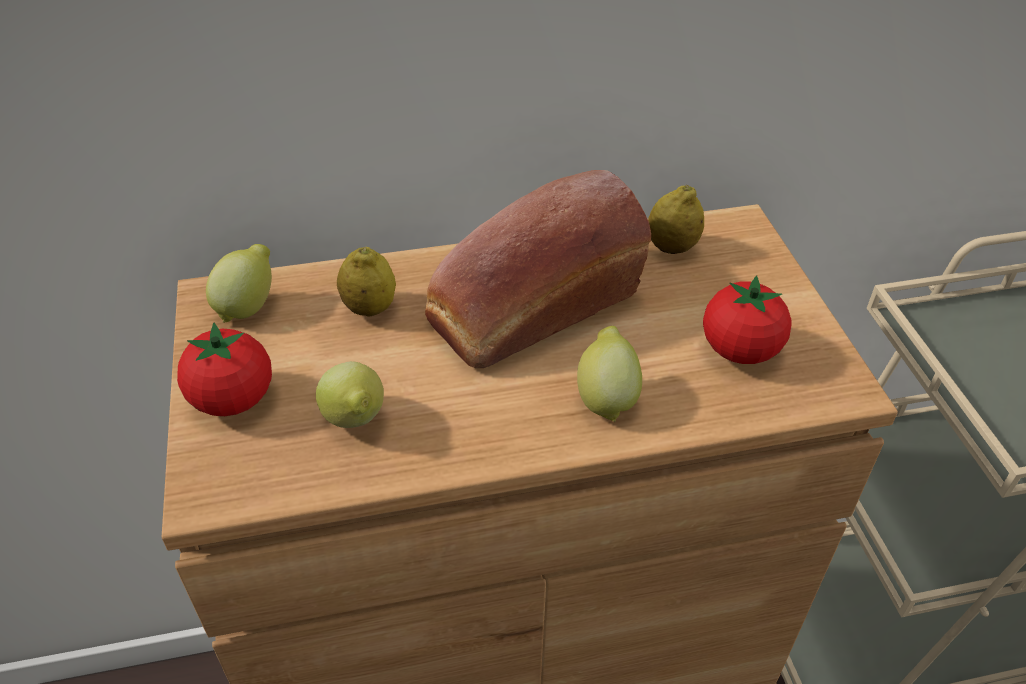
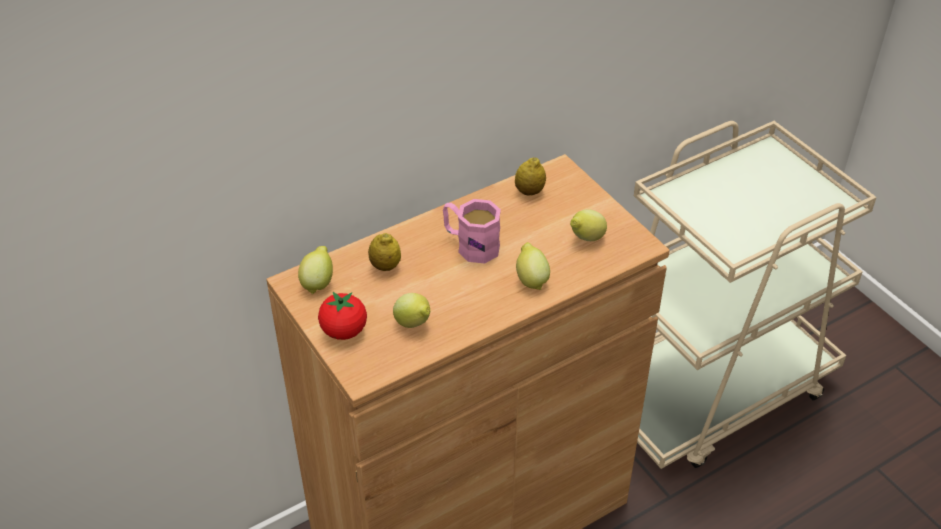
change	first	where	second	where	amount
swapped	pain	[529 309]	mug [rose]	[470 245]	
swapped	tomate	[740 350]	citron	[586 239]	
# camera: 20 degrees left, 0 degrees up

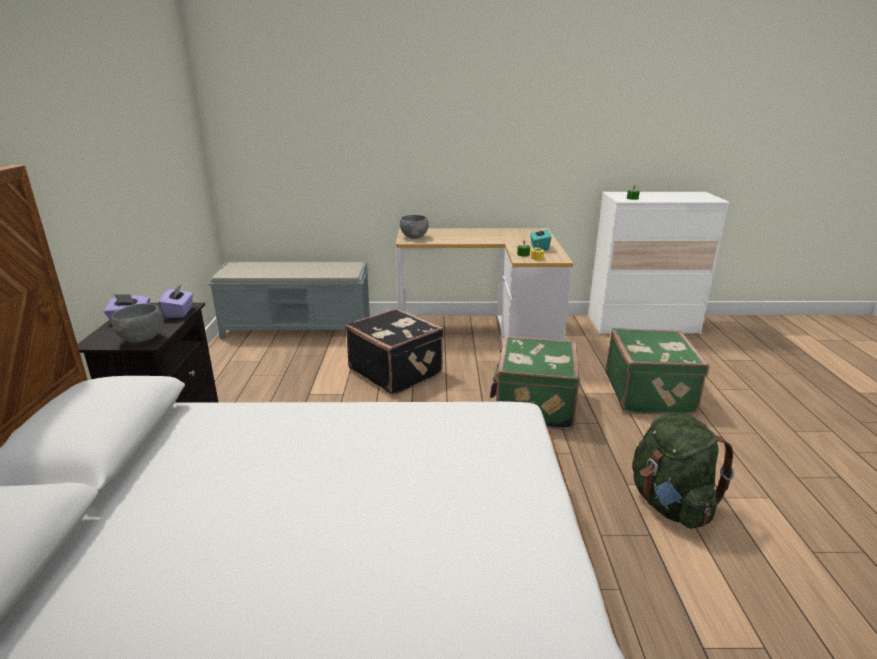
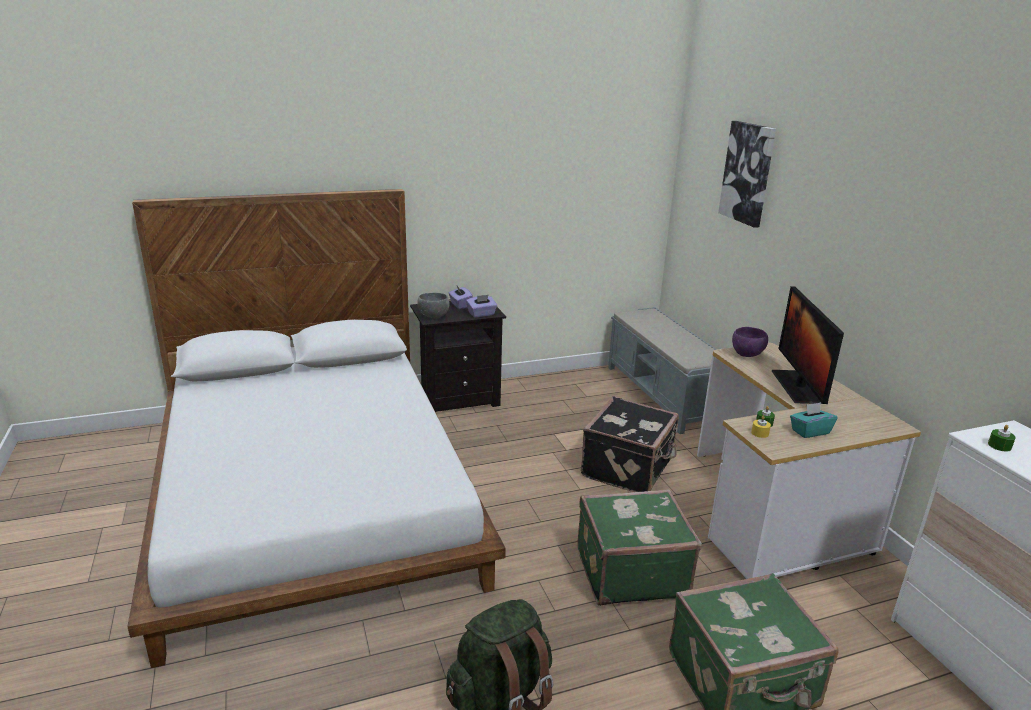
change	first	where	second	where	amount
new			tableau	[748 173]	
new			écran d'ordinateur	[798 386]	
repainted	bol [gris]	[414 237]	bol [violet]	[747 355]	
# camera: 70 degrees right, 0 degrees up

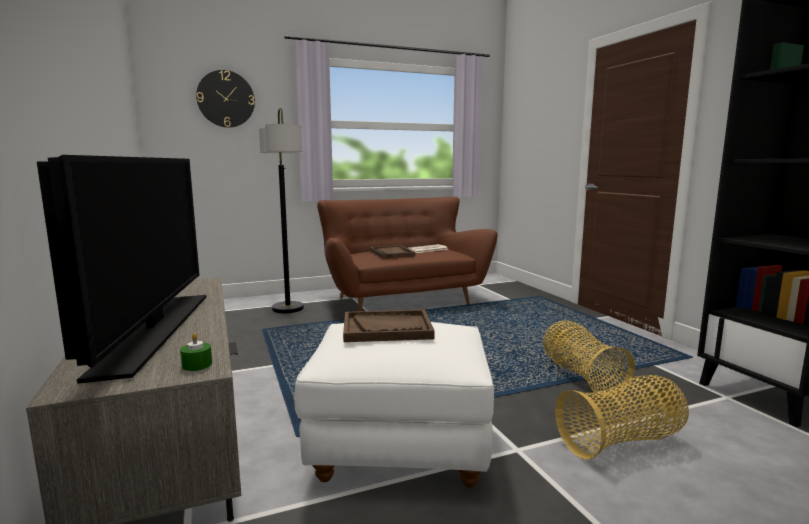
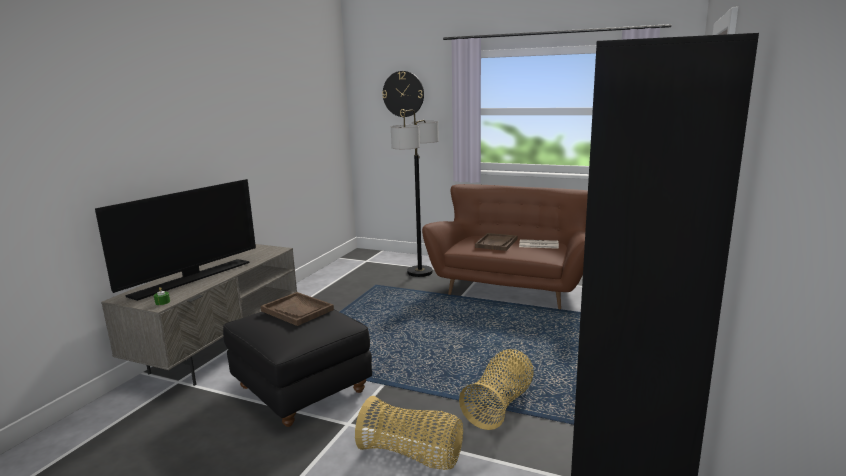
change	first	where	second	where	amount
repainted	pouf [blanc]	[399 447]	pouf [noir]	[301 389]	
# camera: 45 degrees right, 5 degrees up

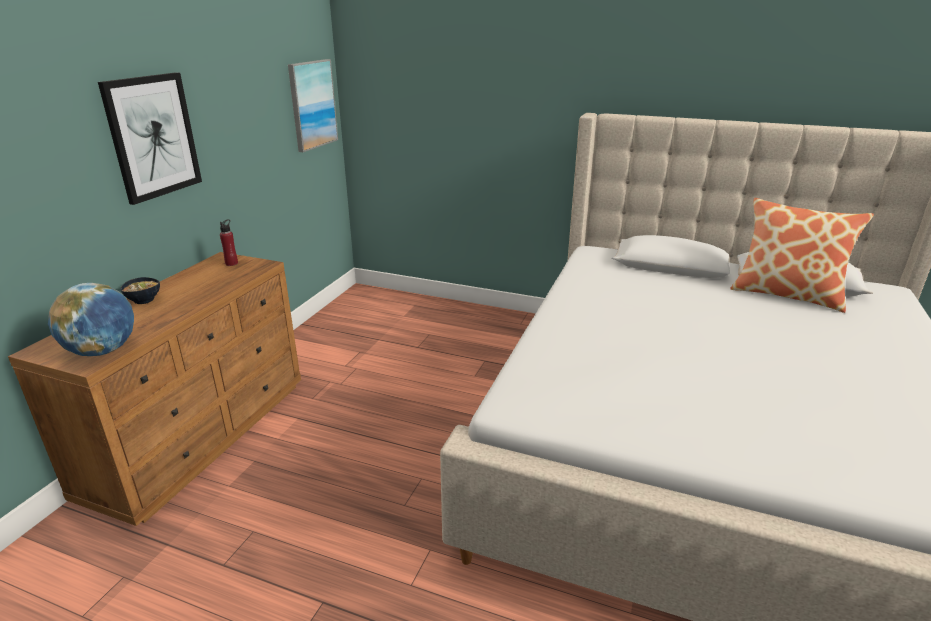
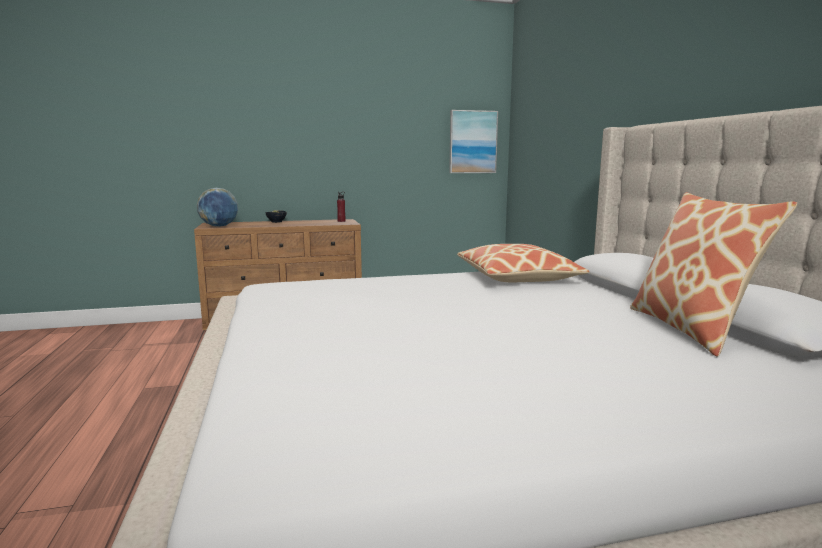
change	first	where	second	where	amount
gone	tableau	[153 136]			
new			coussin	[517 277]	
# camera: 55 degrees right, 15 degrees down

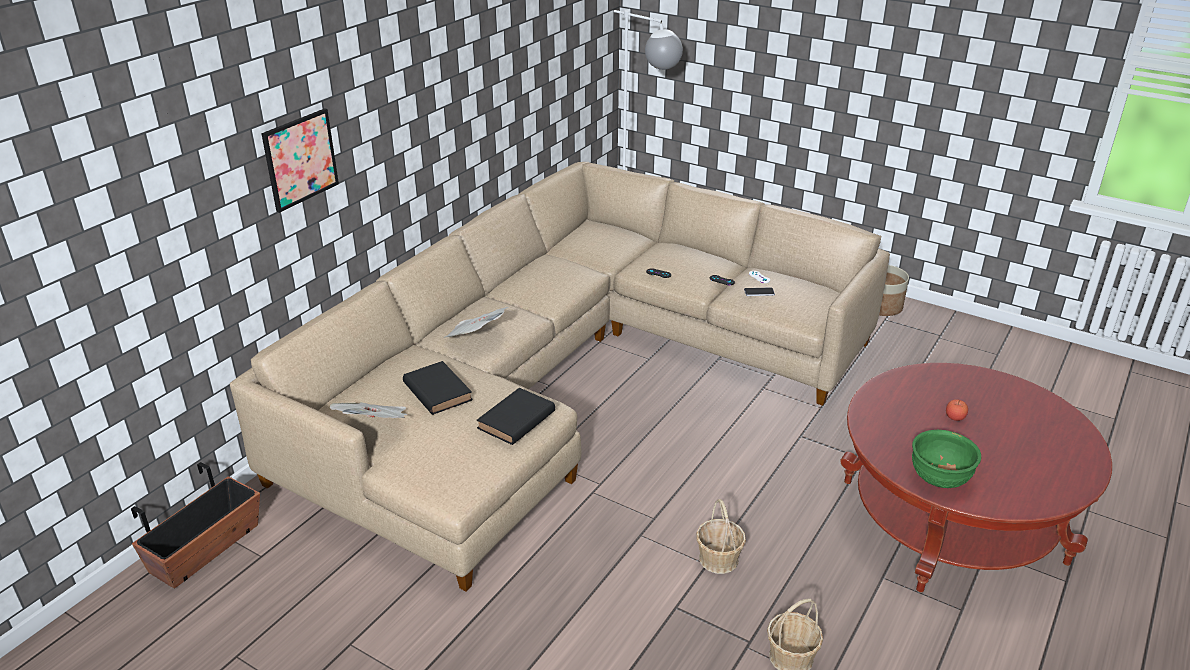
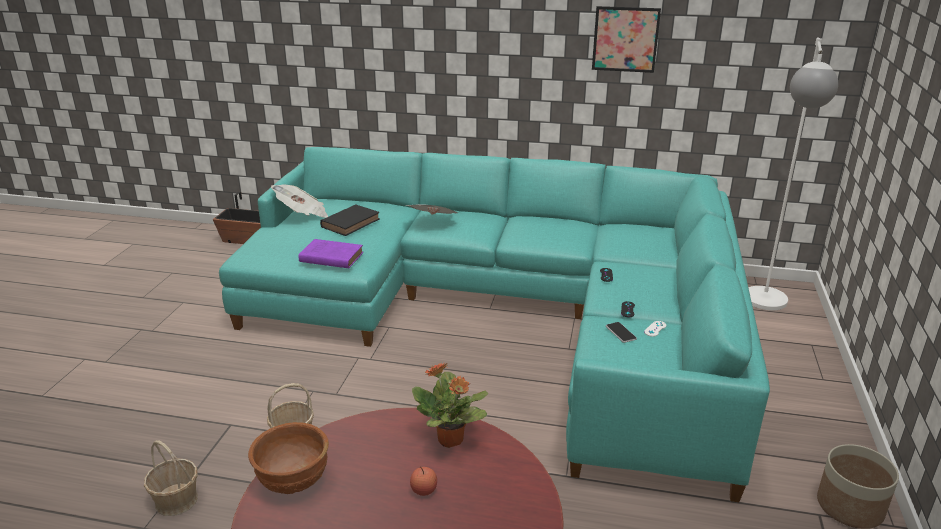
change	first	where	second	where	amount
new			plante en pot	[451 440]	
shifted	tableau	[300 159]		[625 39]	
repainted	canapé [beige]	[566 377]	canapé [turquoise]	[506 314]	
repainted	livre [noir]	[515 421]	livre [violet]	[330 257]	
repainted	bol [vert]	[938 480]	bol [marron]	[293 481]	
# camera: 70 degrees right, 5 degrees down

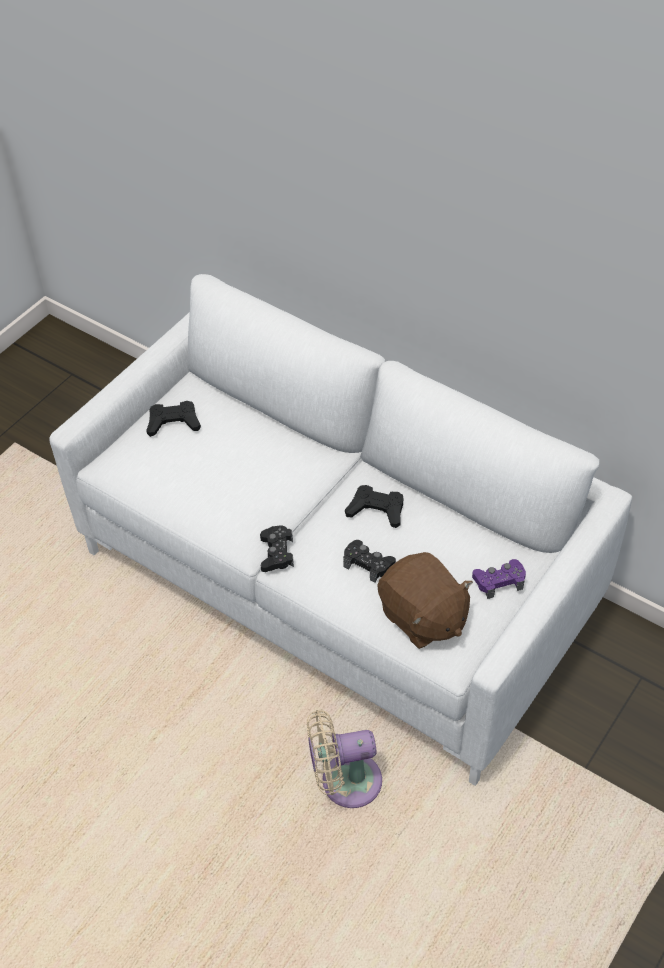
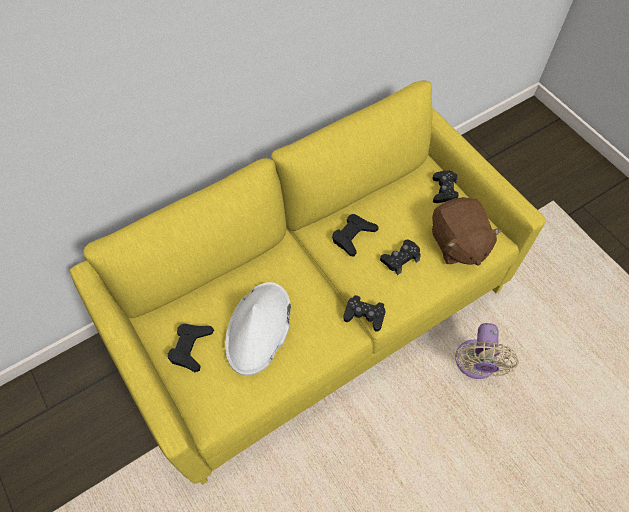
change	first	where	second	where	amount
new			chapeau [blanc]	[258 329]	
repainted	canapé [blanc]	[337 580]	canapé [jaune]	[313 311]	
repainted	manette [violet]	[499 581]	manette [noir]	[444 190]	
rotated	peluche [marron]	[422 617]		[457 244]	90 degrees clockwise
# camera: 70 degrees left, 10 degrees up

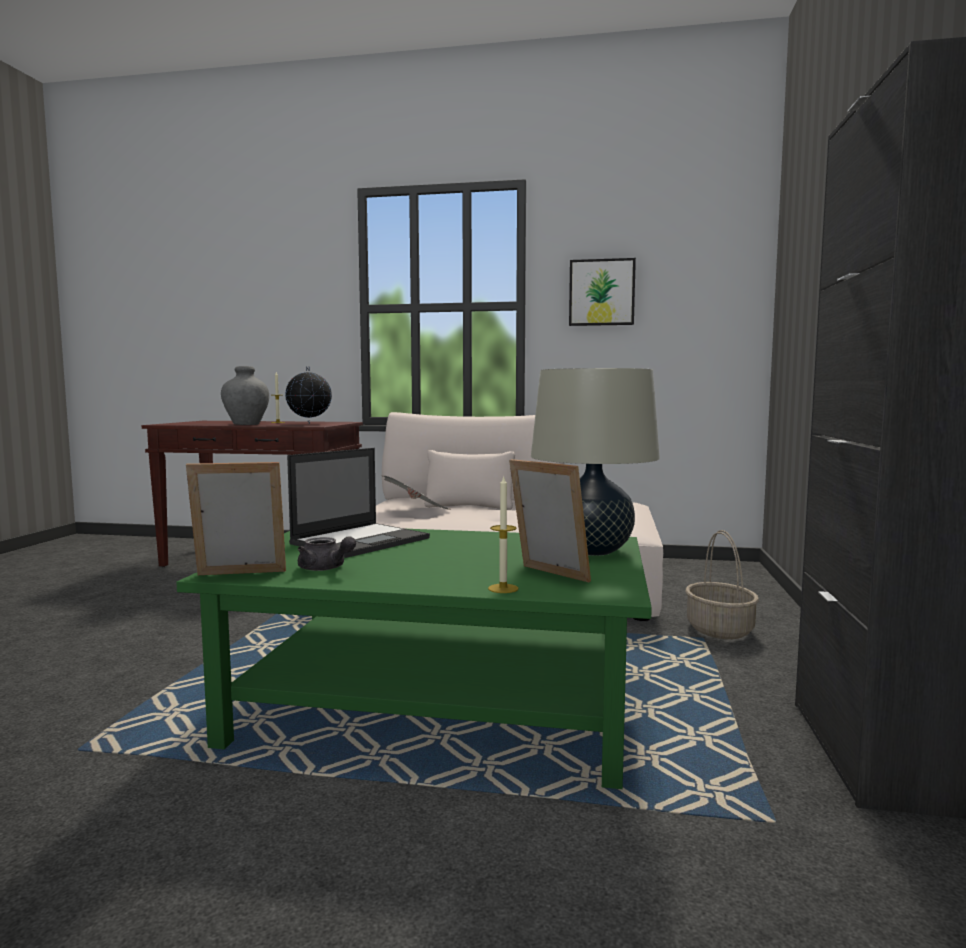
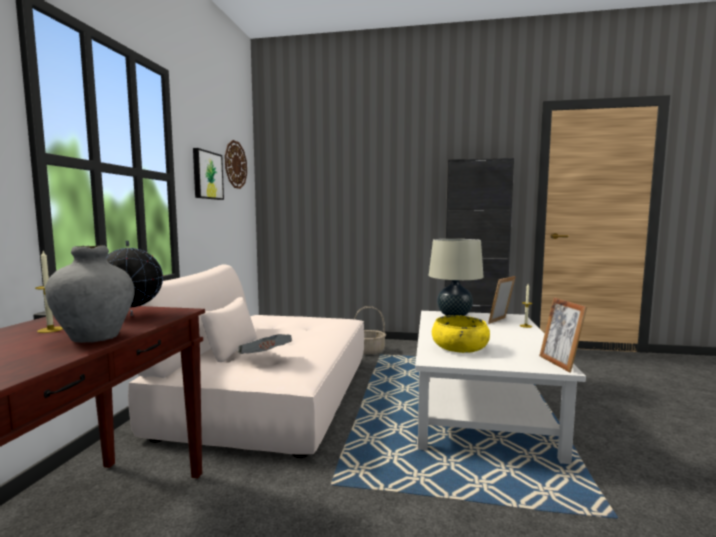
change	first	where	second	where	amount
gone	théière [gris]	[325 569]			
new			horloge murale	[235 164]	
swapped	ordinateur portable	[361 540]	bol [jaune]	[459 347]	
repainted	table basse [vert]	[438 704]	table basse [blanc]	[478 407]	
# camera: 90 degrees left, 0 degrees up

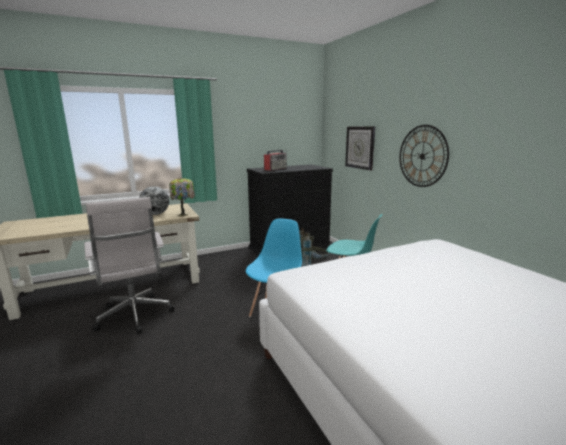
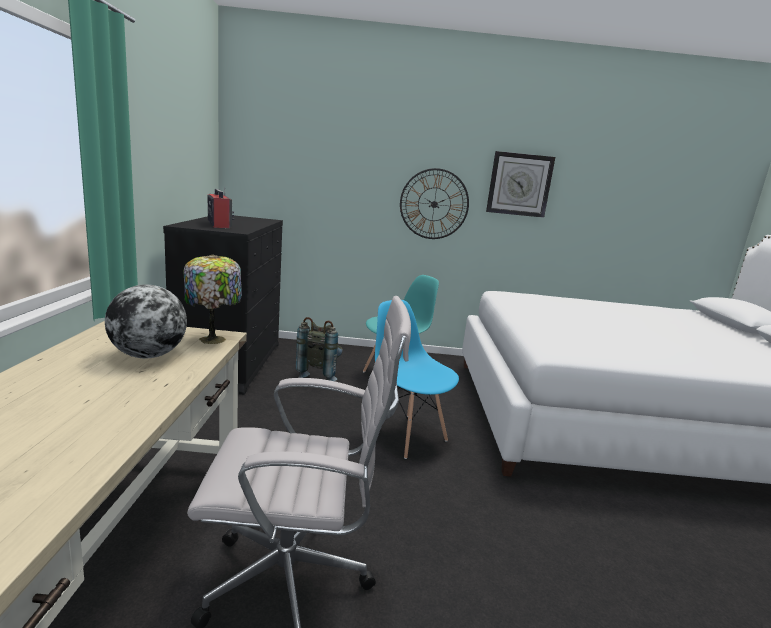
change	first	where	second	where	amount
shifted	horloge murale	[360 147]		[519 184]	
# camera: 65 degrees left, 0 degrees up

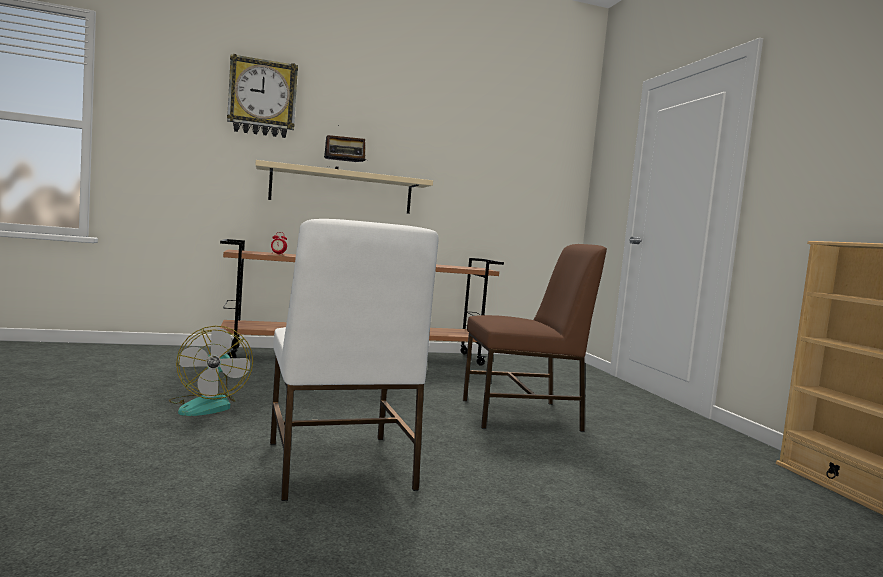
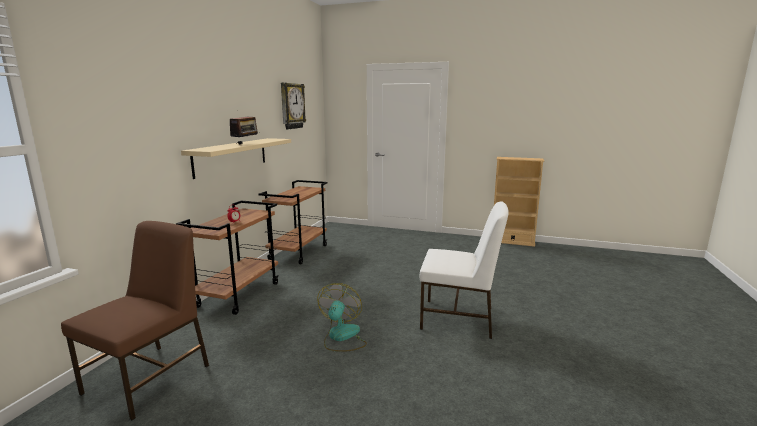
change	first	where	second	where	amount
shifted	horloge murale	[262 98]		[292 106]	
shifted	chaise [marron]	[522 415]		[150 378]	
rotated	ventilateur	[208 405]		[342 337]	105 degrees counterclockwise
# camera: 55 degrees left, 10 degrees up

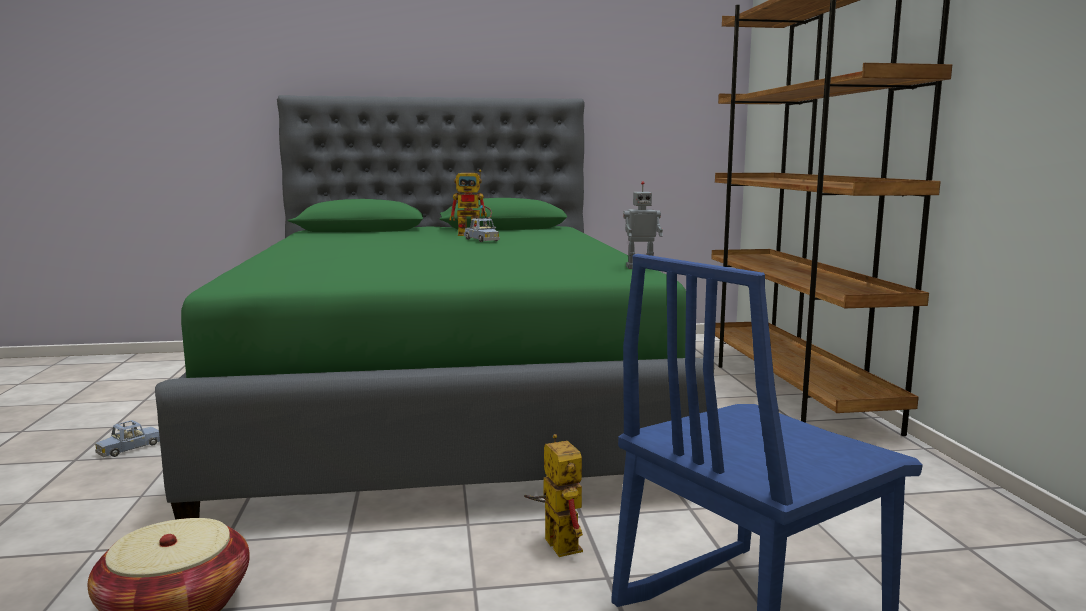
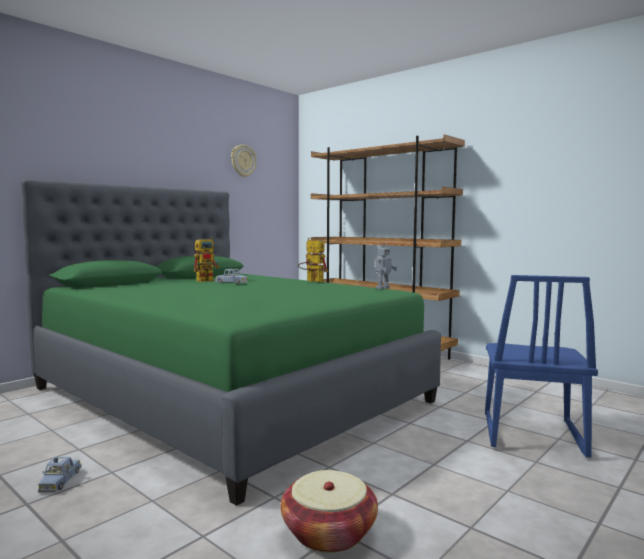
change	first	where	second	where	amount
new			horloge murale	[243 161]	
shifted	robot jouet	[555 541]		[311 281]	
# camera: 40 degrees left, 5 degrees down

